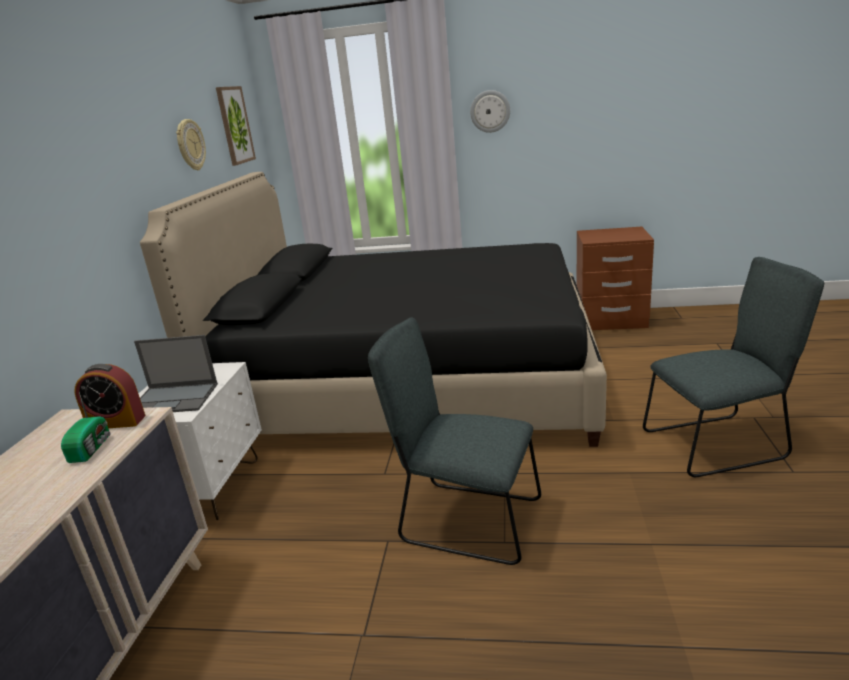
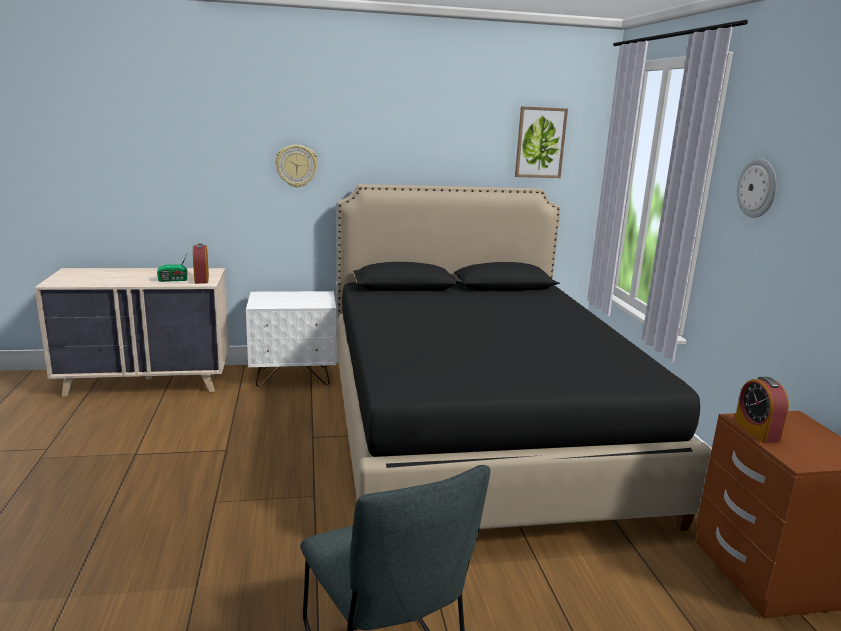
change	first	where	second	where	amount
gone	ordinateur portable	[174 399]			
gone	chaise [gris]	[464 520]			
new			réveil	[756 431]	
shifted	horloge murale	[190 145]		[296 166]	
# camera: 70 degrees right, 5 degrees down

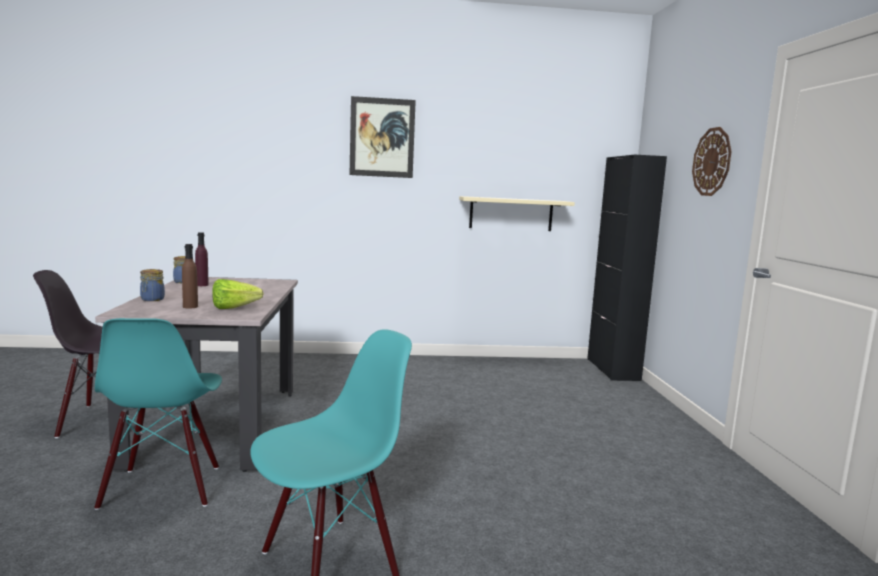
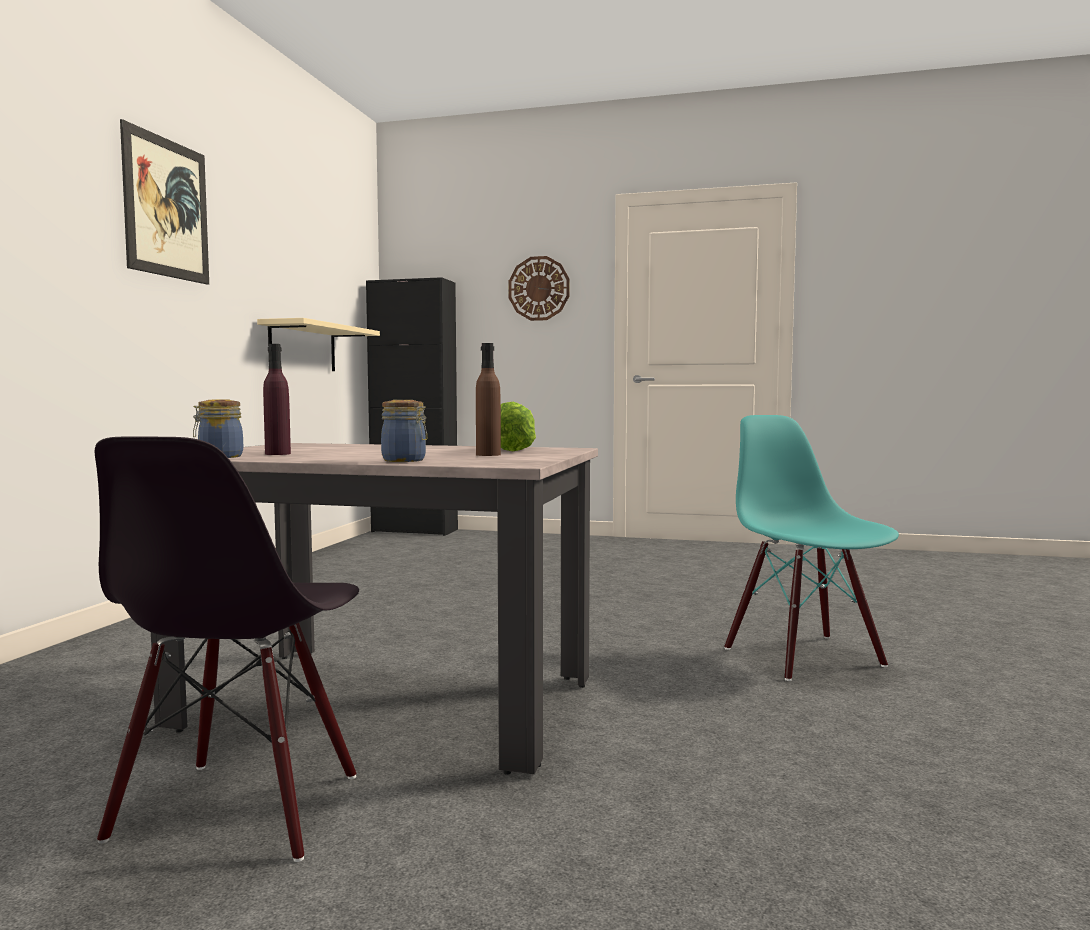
change	first	where	second	where	amount
gone	chaise [turquoise]	[163 488]			
# camera: 70 degrees left, 5 degrees down

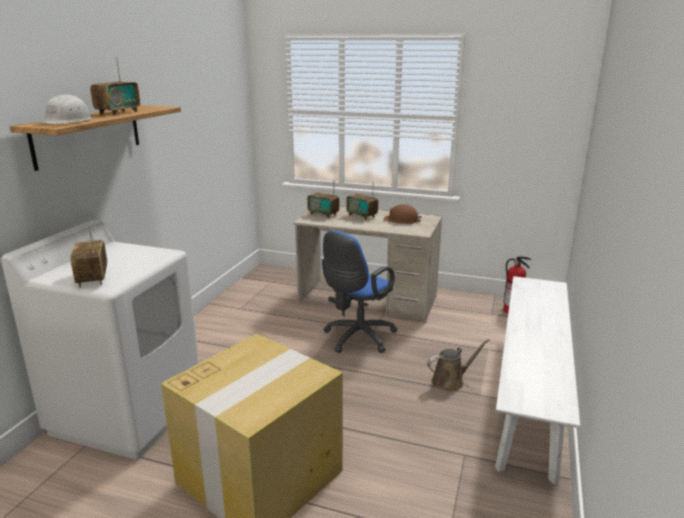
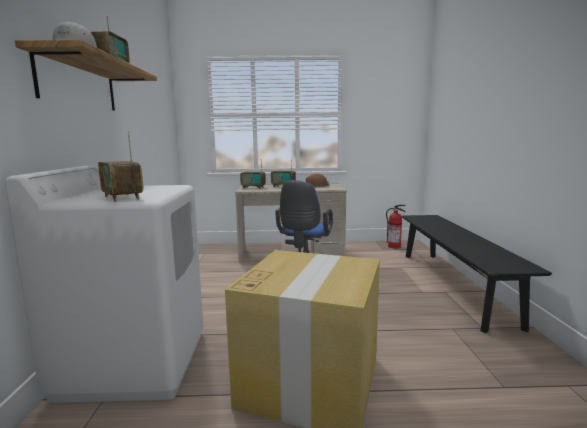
change	first	where	second	where	amount
gone	arrosoir [marron]	[450 381]			
repainted	banc [blanc]	[529 392]	banc [noir]	[452 285]	
# camera: 20 degrees left, 10 degrees down

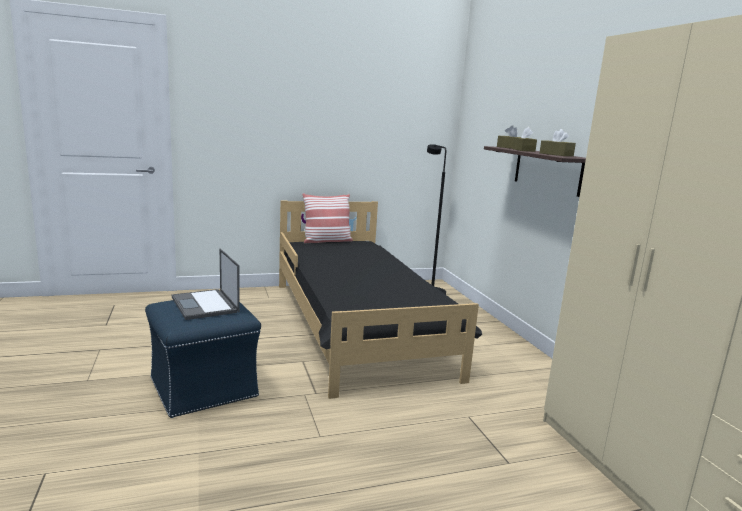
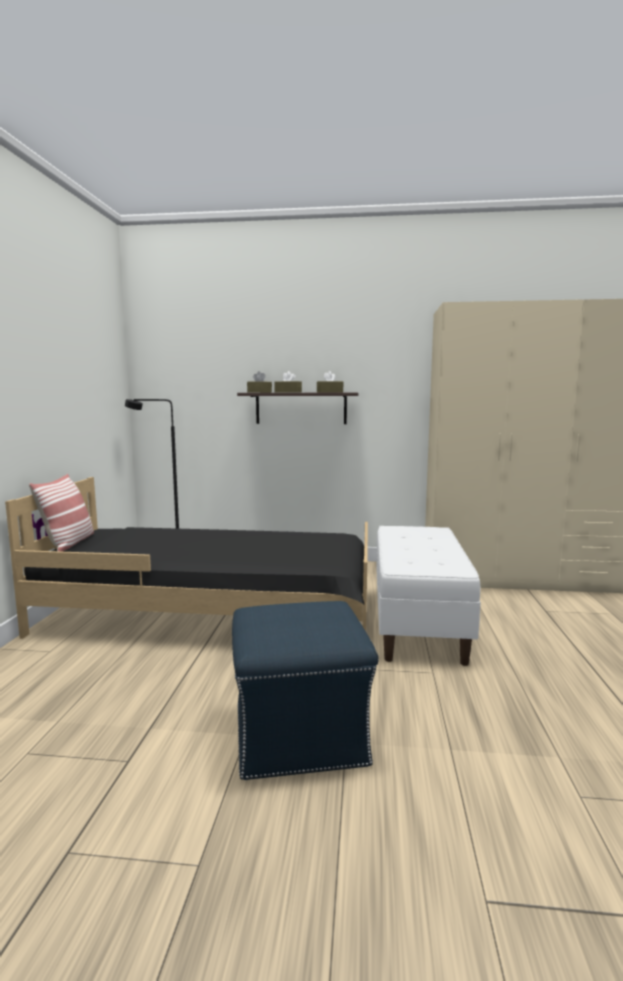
change	first	where	second	where	amount
gone	ordinateur portable	[205 305]			
new			banc [blanc]	[417 622]	
# camera: 65 degrees left, 5 degrees down

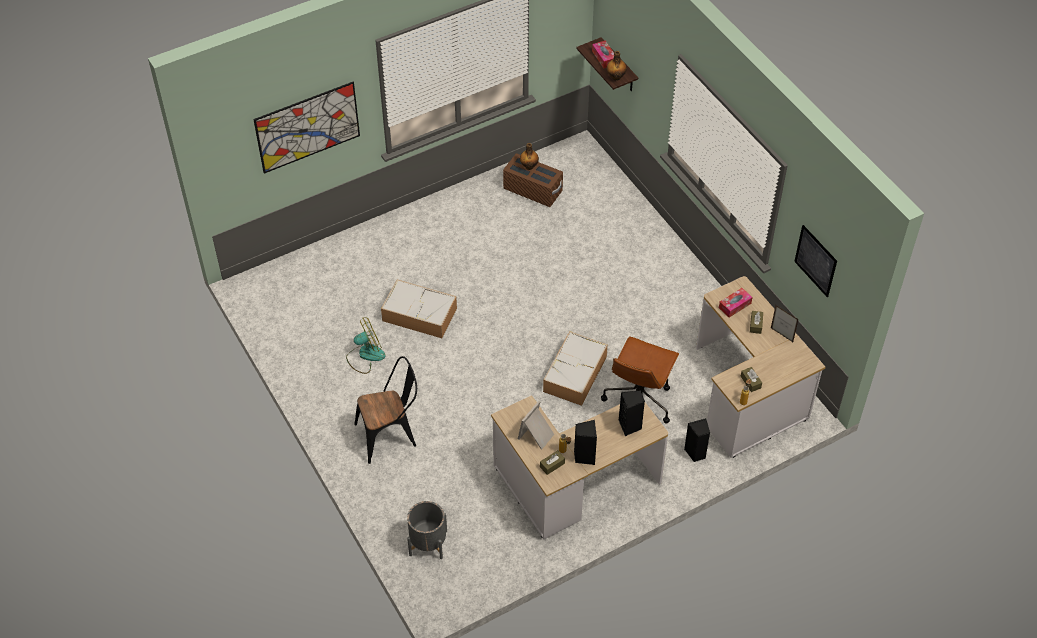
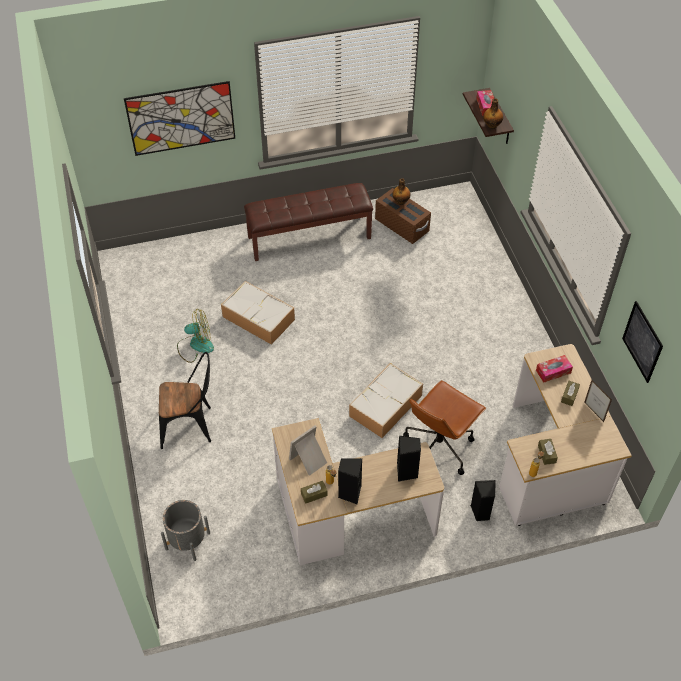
change	first	where	second	where	amount
new			banc [marron]	[309 237]	
# camera: 15 degrees right, 0 degrees up

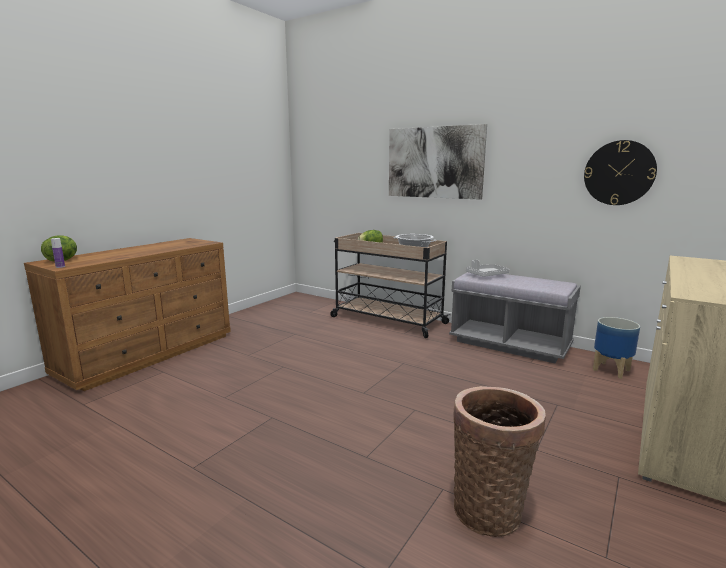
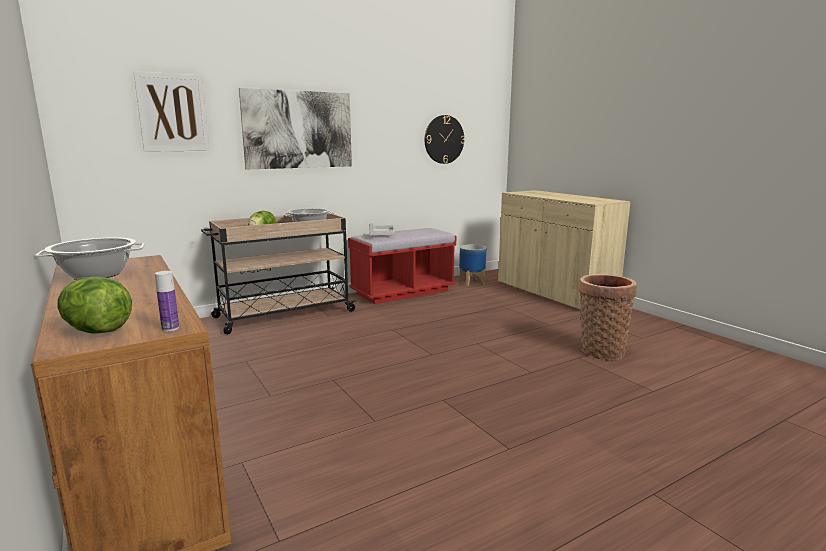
change	first	where	second	where	amount
new			marmite	[97 275]	
new			tableau	[173 113]	
repainted	banc [gris]	[509 344]	banc [rouge]	[402 292]	
# camera: 65 degrees left, 0 degrees up

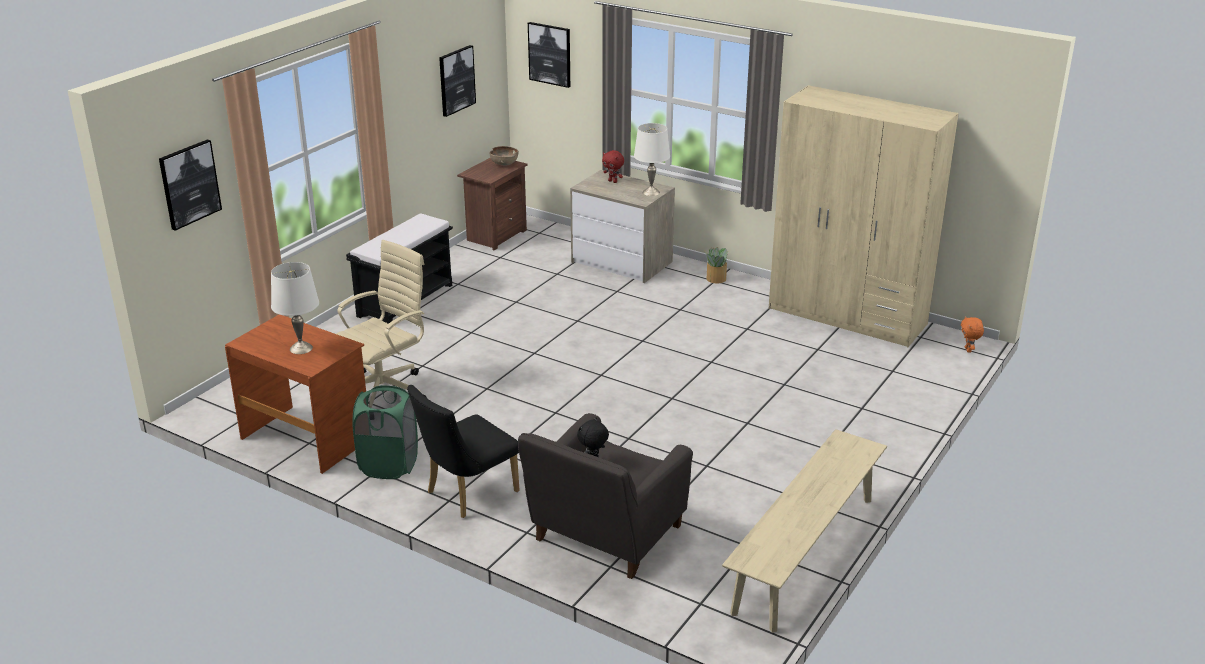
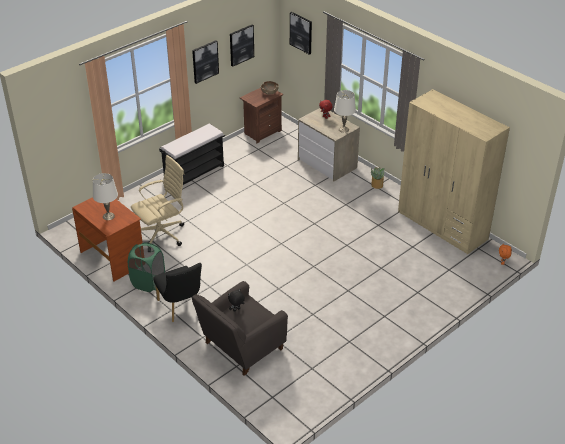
change	first	where	second	where	amount
gone	banc [beige]	[805 554]			
shifted	tableau	[189 184]		[205 61]	
rotated	chaise [noir]	[466 494]		[181 308]	90 degrees counterclockwise
# camera: 15 degrees right, 10 degrees up

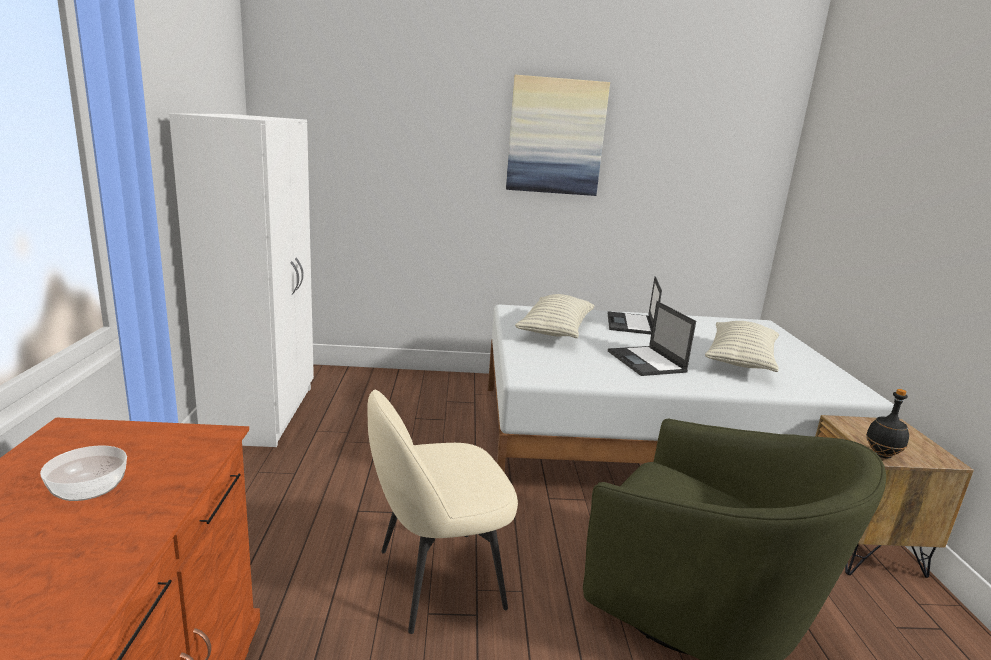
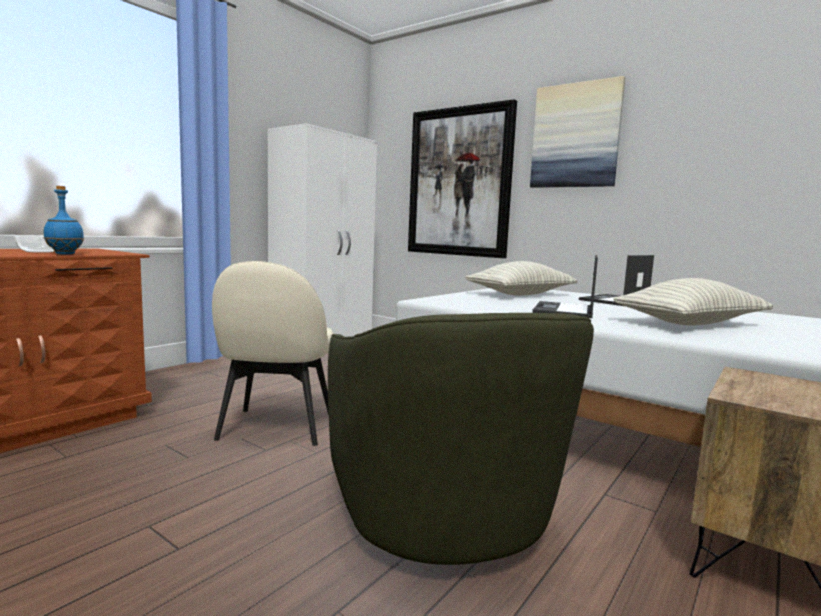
change	first	where	second	where	amount
gone	bouteille [noir]	[881 454]			
new			bouteille [bleu]	[64 254]	
new			tableau	[459 182]	
rotated	chaise [beige]	[436 579]		[276 428]	105 degrees counterclockwise
# camera: 40 degrees right, 10 degrees down

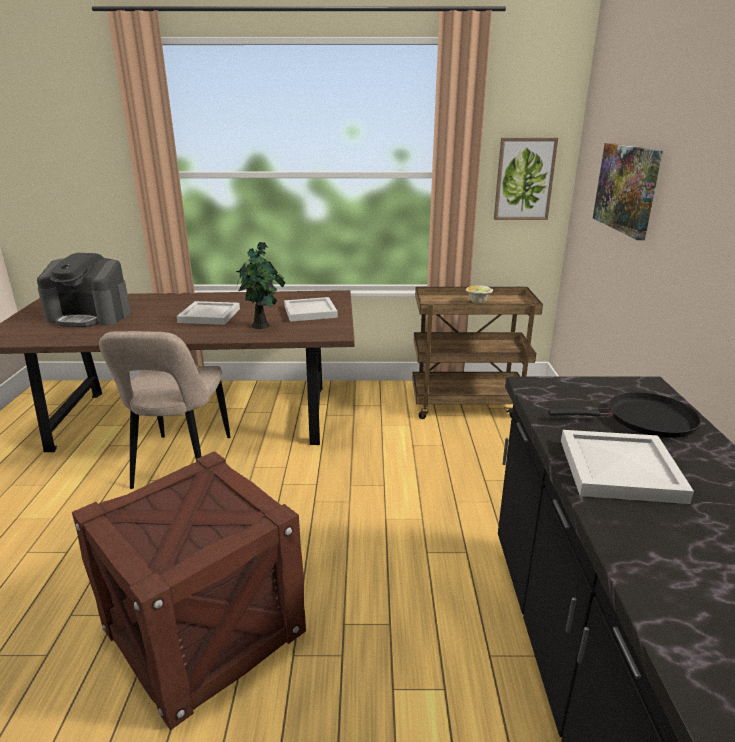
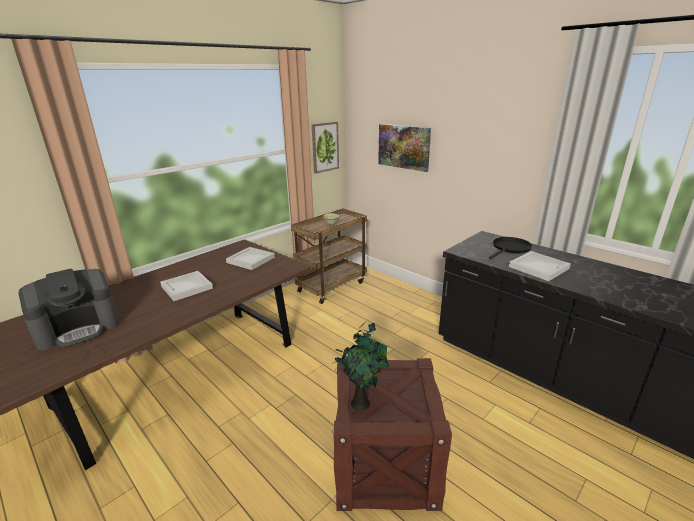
change	first	where	second	where	amount
gone	chaise [beige]	[181 465]			
shifted	plante en pot	[262 326]		[361 402]	
# camera: 45 degrees left, 0 degrees up

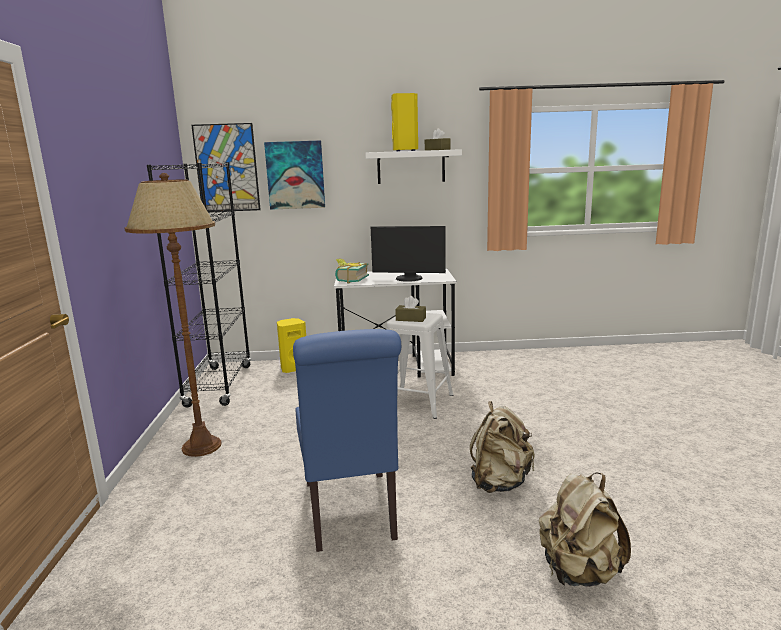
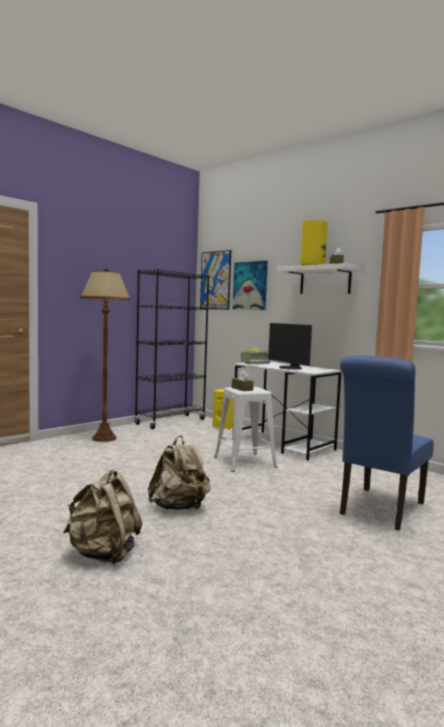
change	first	where	second	where	amount
shifted	chaise [bleu]	[351 514]		[379 510]	
# camera: 45 degrees right, 10 degrees down

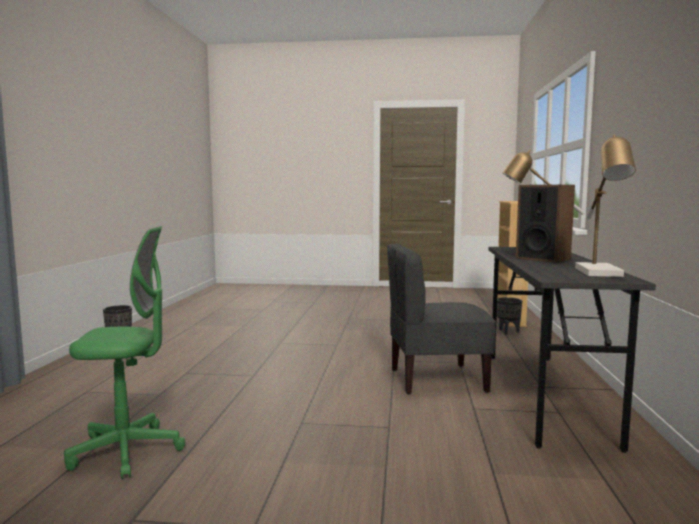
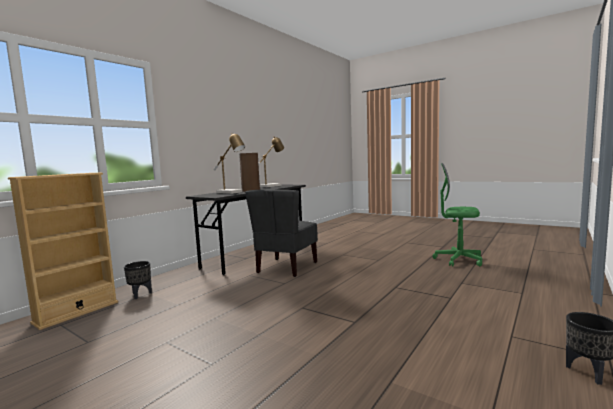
change	first	where	second	where	amount
rotated	chaise [gris]	[436 380]		[286 267]	90 degrees clockwise
# camera: 150 degrees left, 0 degrees up

